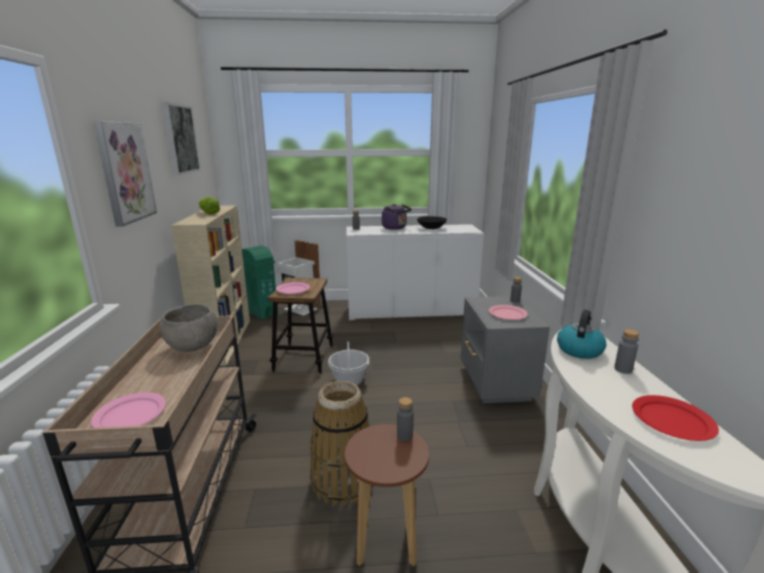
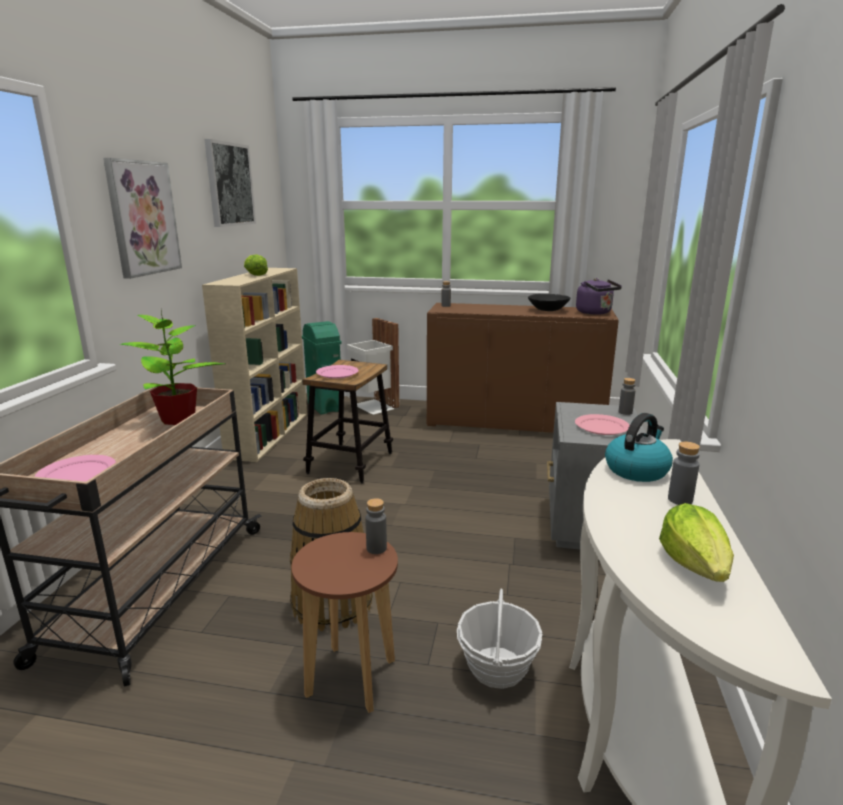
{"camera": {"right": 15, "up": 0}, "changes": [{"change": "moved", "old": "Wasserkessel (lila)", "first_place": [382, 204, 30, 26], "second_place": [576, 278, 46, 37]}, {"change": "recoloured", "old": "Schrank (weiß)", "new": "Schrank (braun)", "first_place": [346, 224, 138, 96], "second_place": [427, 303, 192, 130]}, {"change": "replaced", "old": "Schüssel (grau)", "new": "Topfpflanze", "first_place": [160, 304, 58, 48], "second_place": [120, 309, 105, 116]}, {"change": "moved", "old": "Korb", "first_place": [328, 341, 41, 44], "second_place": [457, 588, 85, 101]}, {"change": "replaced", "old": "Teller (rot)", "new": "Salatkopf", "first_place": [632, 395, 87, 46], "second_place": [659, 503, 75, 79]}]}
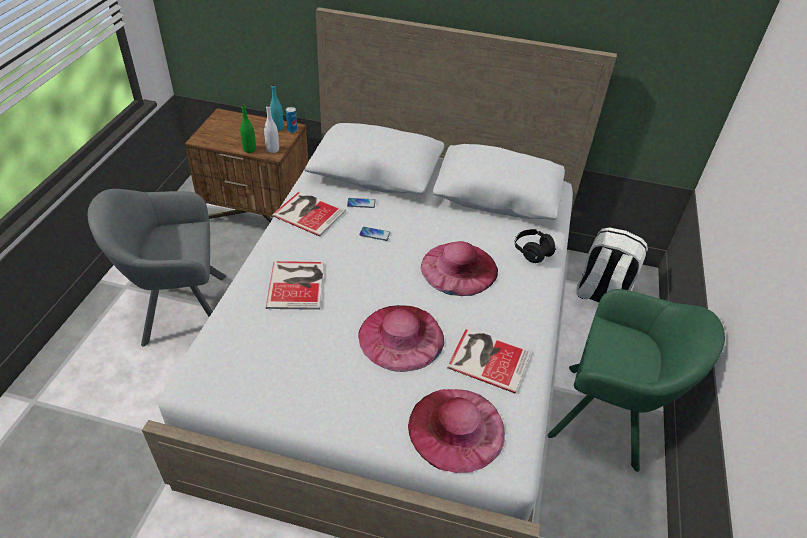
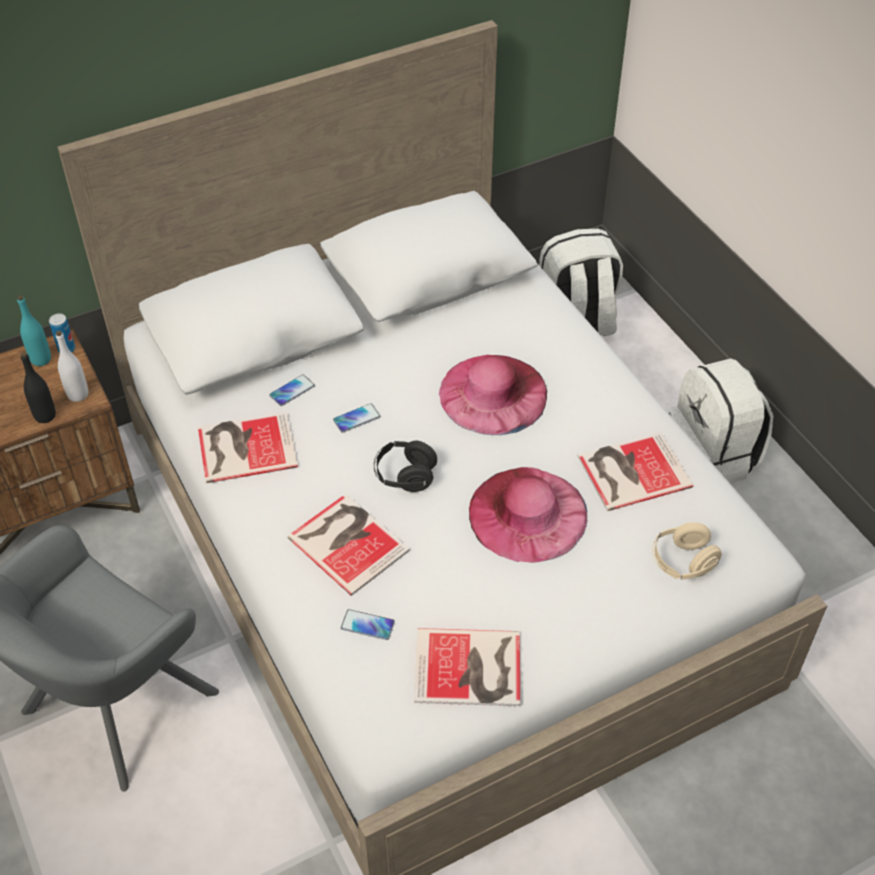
{"camera": {"right": -40, "up": 5}, "changes": [{"change": "recoloured", "old": "Flasche (grün)", "new": "Flasche (schwarz)", "first_place": [240, 104, 16, 49], "second_place": [21, 352, 35, 71]}, {"change": "moved", "old": "Kopfhörer (schwarz)", "first_place": [514, 229, 42, 34], "second_place": [374, 441, 63, 51]}, {"change": "replaced", "old": "Sessel (grün)", "new": "Rucksack (weiß)", "first_place": [548, 289, 177, 183], "second_place": [669, 358, 104, 125]}, {"change": "replaced", "old": "Hut (rosa)", "new": "Kopfhörer (beige)", "first_place": [408, 389, 97, 84], "second_place": [652, 522, 70, 58]}, {"change": "added", "new": "Handy", "second_place": [341, 609, 54, 31]}, {"change": "added", "new": "Buch", "second_place": [414, 628, 106, 78]}]}
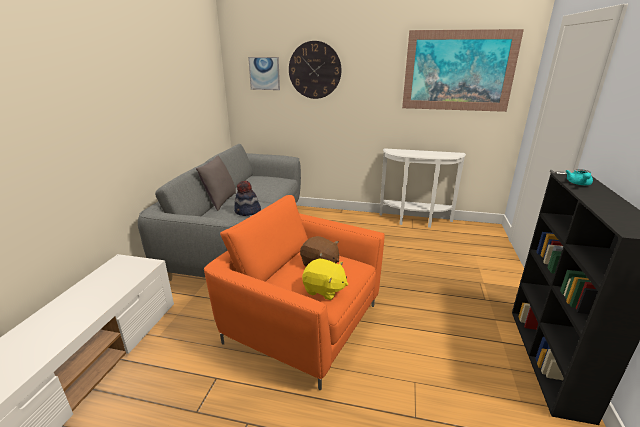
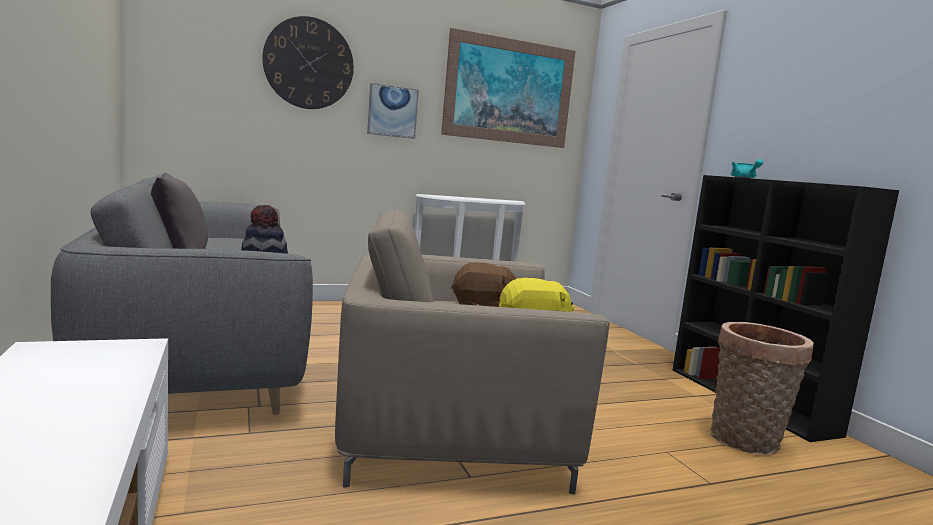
{"camera": {"right": -35, "up": -15}, "changes": [{"change": "moved", "old": "Bild", "first_place": [248, 57, 32, 33], "second_place": [367, 83, 52, 56]}, {"change": "recoloured", "old": "Sessel (orange)", "new": "Sessel (beige)", "first_place": [204, 195, 181, 195], "second_place": [335, 210, 275, 285]}, {"change": "added", "new": "Korb", "second_place": [711, 322, 103, 133]}]}
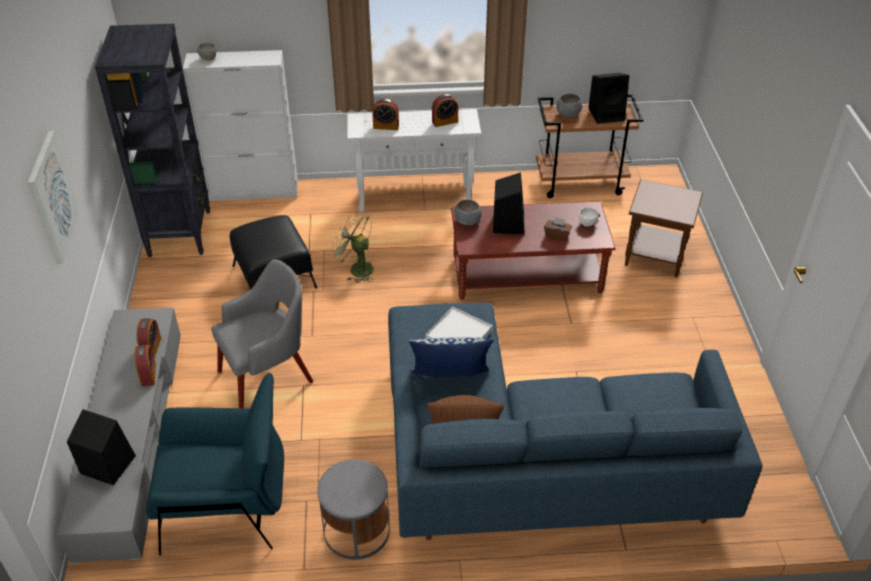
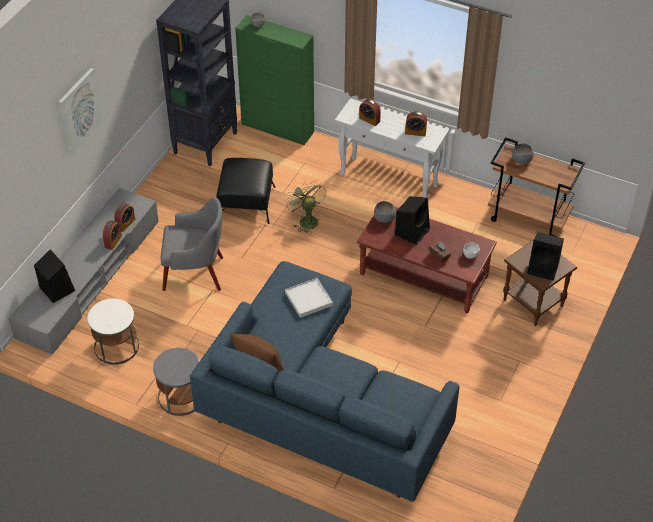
{"camera": {"right": 30, "up": 5}, "changes": [{"change": "recoloured", "old": "Schrank (weiß)", "new": "Schrank (grün)", "first_place": [183, 50, 115, 151], "second_place": [235, 15, 79, 130]}, {"change": "moved", "old": "Lautsprecher (schwarz)", "first_place": [588, 73, 41, 51], "second_place": [527, 232, 37, 49]}, {"change": "removed", "old": "Kissen", "first_place": [409, 337, 85, 40]}, {"change": "replaced", "old": "Sessel (blau)", "new": "Beistelltisch (weiß)", "first_place": [146, 373, 138, 183], "second_place": [88, 298, 51, 67]}]}
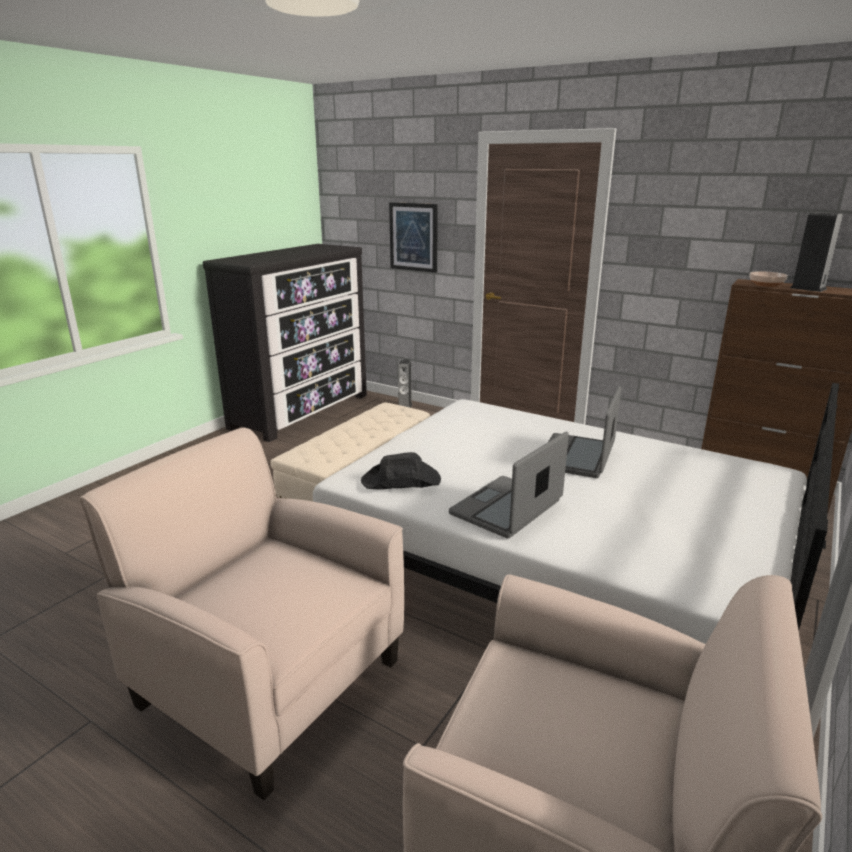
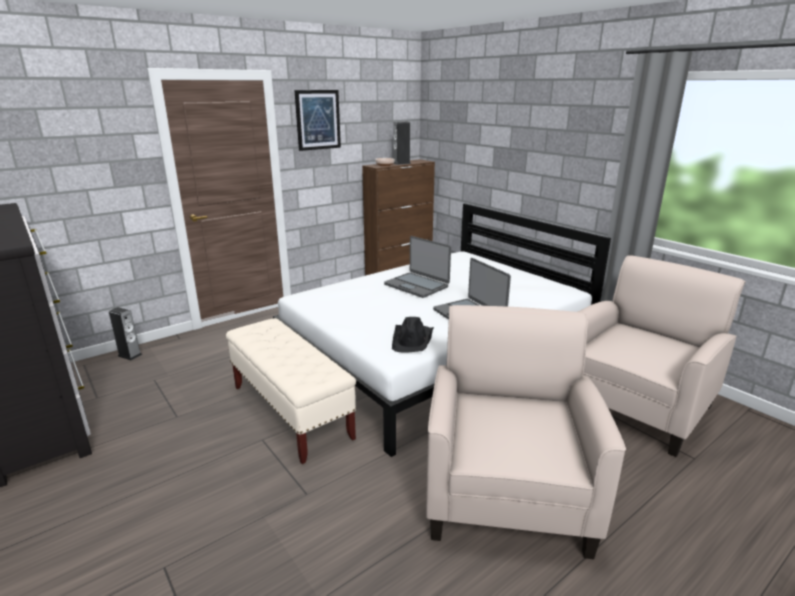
{"camera": {"right": -70, "up": 0}, "changes": [{"change": "moved", "old": "Bild", "first_place": [389, 202, 49, 71], "second_place": [294, 90, 47, 61]}, {"change": "turned", "old": "Sessel (beige)", "first_place": [79, 428, 325, 372], "second_place": [426, 305, 200, 254], "degrees": 135}]}
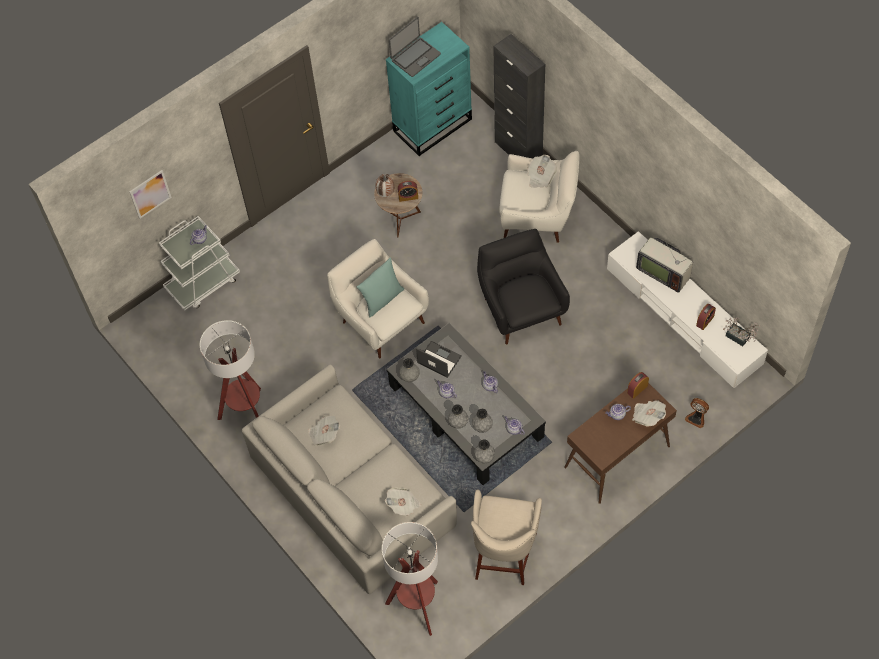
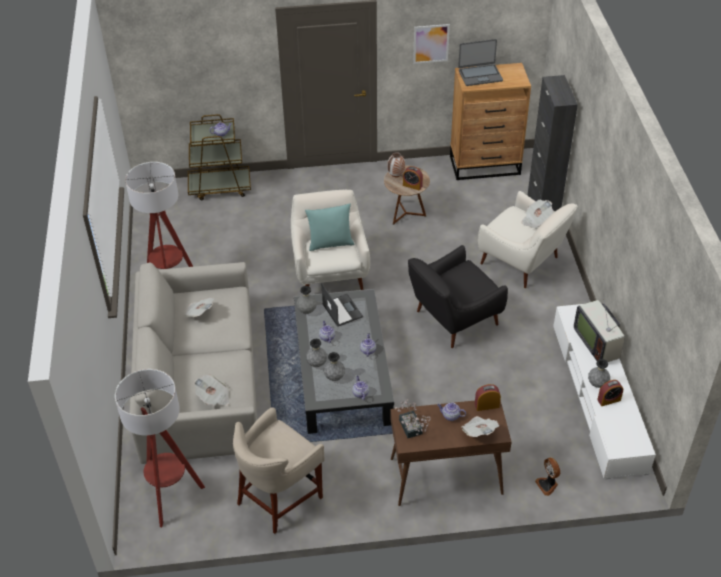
{"camera": {"right": 30, "up": -15}, "changes": [{"change": "recoloured", "old": "Kommode (türkis)", "new": "Kommode (braun)", "first_place": [386, 22, 86, 134], "second_place": [450, 63, 81, 117]}, {"change": "moved", "old": "Bild", "first_place": [130, 170, 42, 49], "second_place": [413, 24, 37, 40]}, {"change": "recoloured", "old": "Rollwagen (weiß)", "new": "Rollwagen (braun)", "first_place": [159, 216, 81, 95], "second_place": [188, 114, 63, 86]}, {"change": "turned", "old": "Sessel (schwarz)", "first_place": [477, 229, 93, 115], "second_place": [408, 245, 100, 103], "degrees": -135}, {"change": "moved", "old": "Topfpflanze", "first_place": [723, 318, 37, 28], "second_place": [395, 399, 36, 39]}, {"change": "moved", "old": "Vase (grau)", "first_place": [474, 439, 21, 24], "second_place": [588, 359, 22, 29]}]}
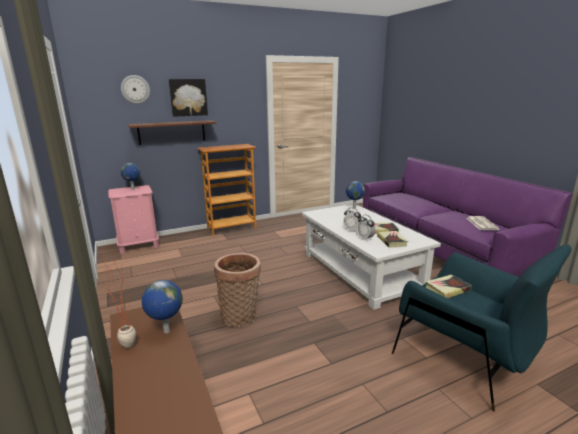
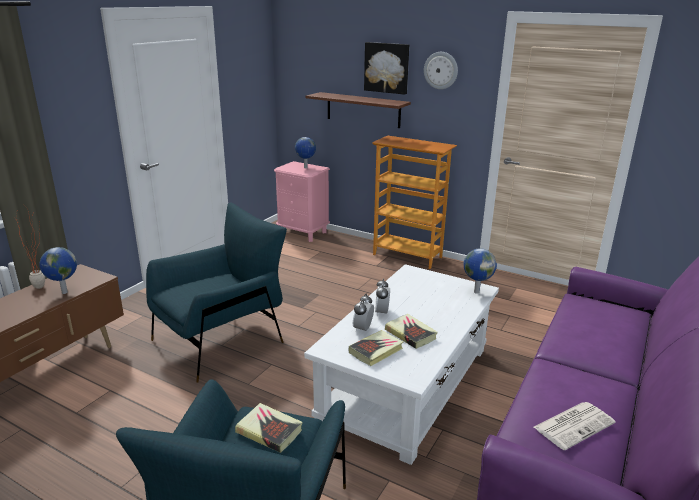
{"camera": {"right": 55, "up": 5}, "changes": [{"change": "moved", "old": "Wanduhr", "first_place": [121, 75, 29, 29], "second_place": [424, 52, 34, 37]}, {"change": "replaced", "old": "Korb", "new": "Sessel (blau)", "first_place": [214, 253, 47, 74], "second_place": [146, 202, 141, 181]}]}
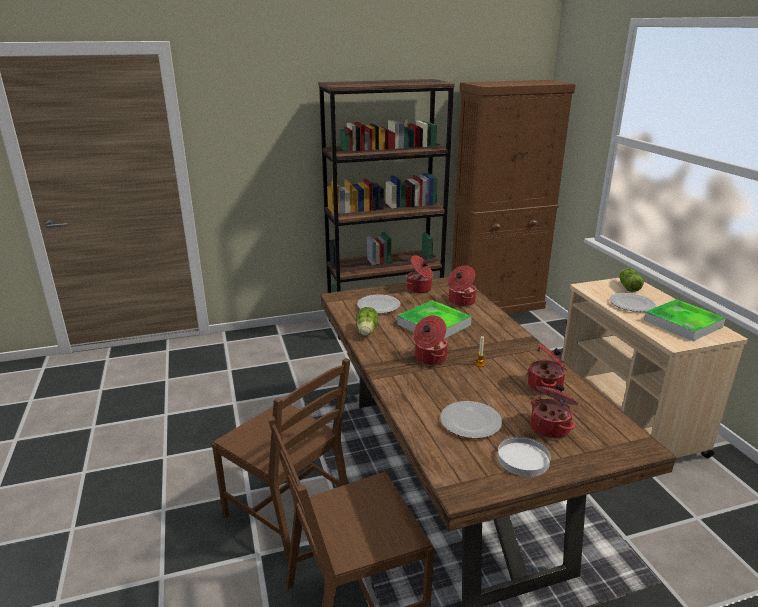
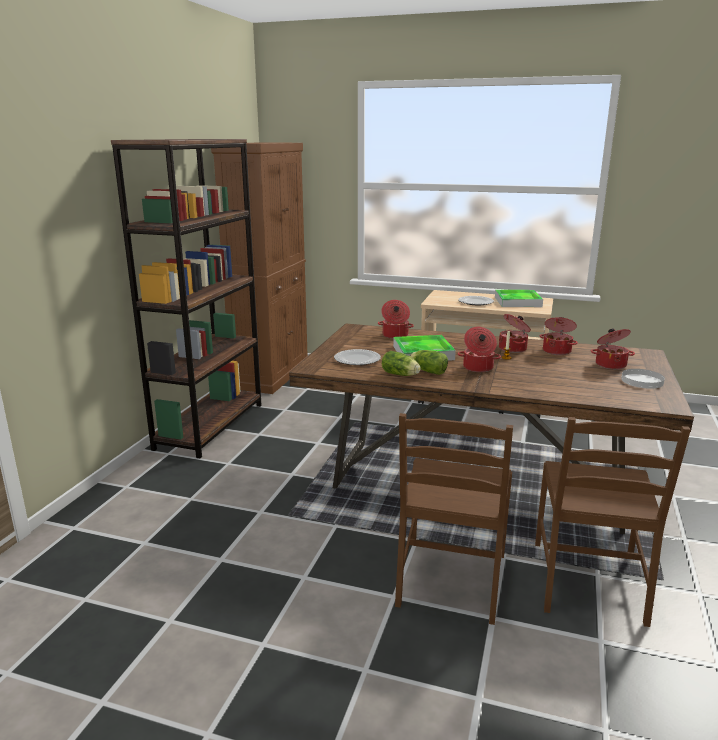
{"camera": {"right": -55, "up": -5}, "changes": [{"change": "moved", "old": "Kochtopf", "first_place": [405, 255, 29, 38], "second_place": [499, 314, 32, 39]}, {"change": "moved", "old": "Salatkopf", "first_place": [619, 269, 25, 23], "second_place": [410, 350, 38, 25]}, {"change": "turned", "old": "Stuhl (braun)", "first_place": [212, 358, 138, 205], "second_place": [395, 413, 118, 212], "degrees": 120}, {"change": "removed", "old": "Teller", "first_place": [440, 401, 62, 37]}]}
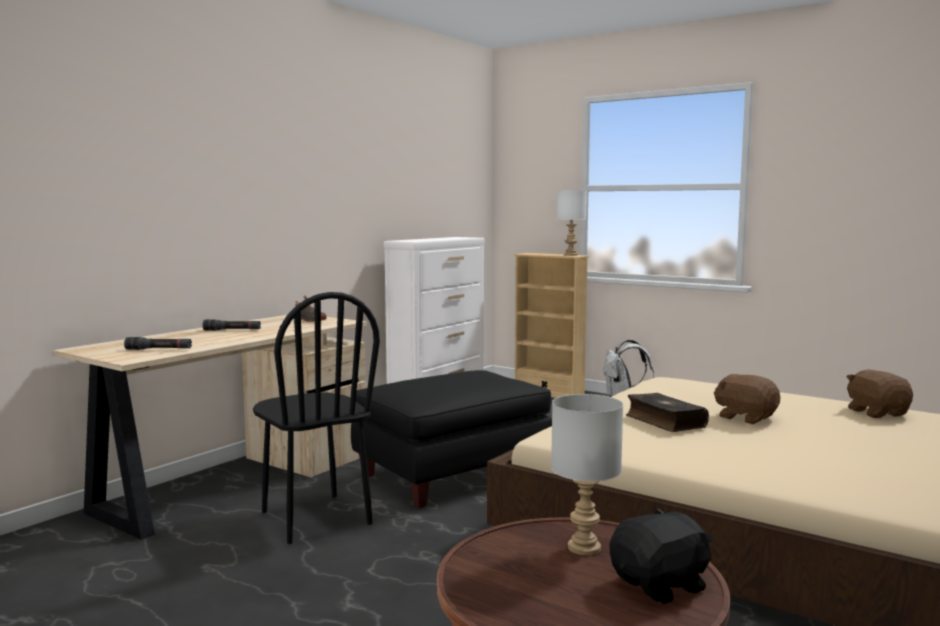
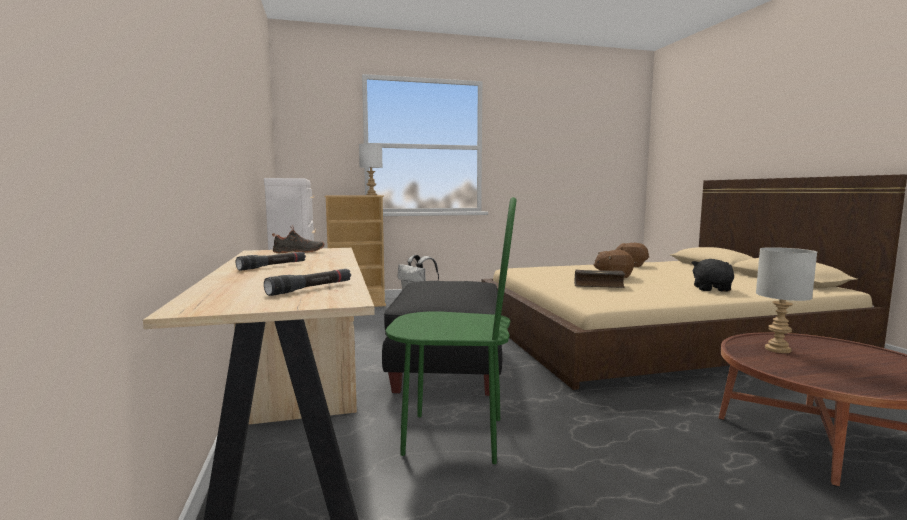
{"camera": {"right": -50, "up": 0}, "changes": [{"change": "recoloured", "old": "Stuhl (schwarz)", "new": "Stuhl (grün)", "first_place": [253, 292, 127, 252], "second_place": [386, 197, 131, 267]}, {"change": "moved", "old": "Plüschtier (schwarz)", "first_place": [610, 508, 104, 96], "second_place": [691, 259, 43, 33]}]}
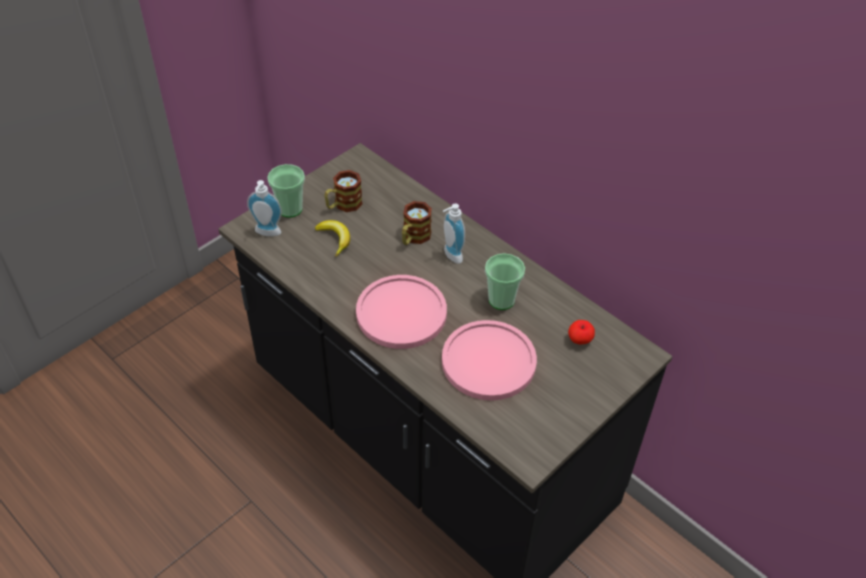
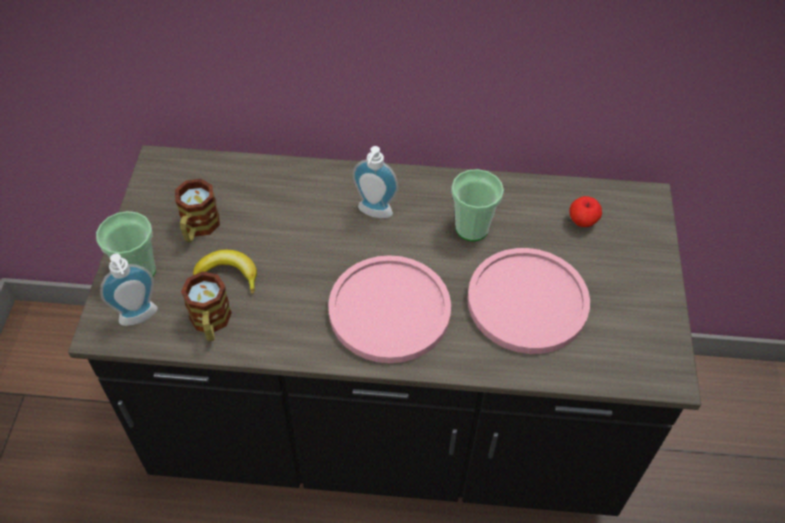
{"camera": {"right": -40, "up": 5}, "changes": [{"change": "moved", "old": "Henkelbecher", "first_place": [402, 201, 30, 44], "second_place": [181, 271, 51, 70]}]}
